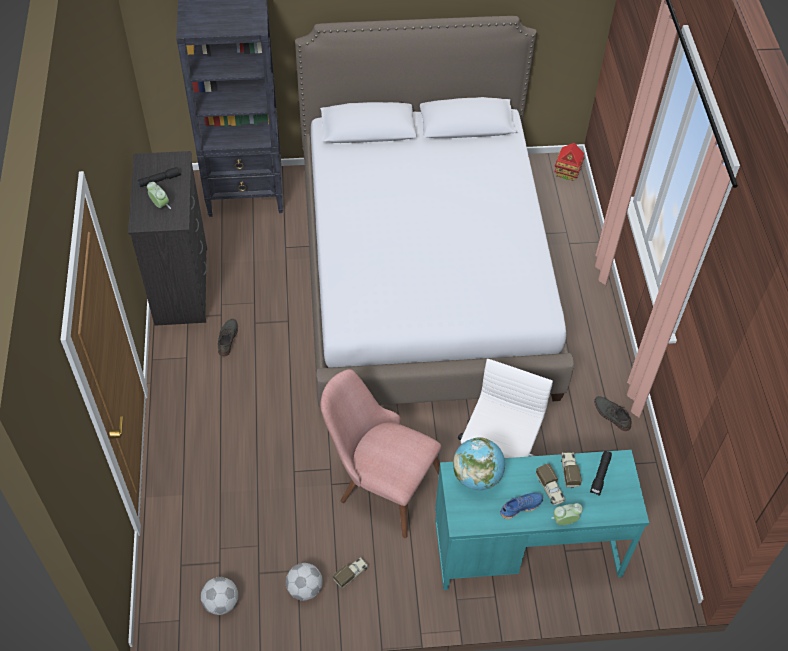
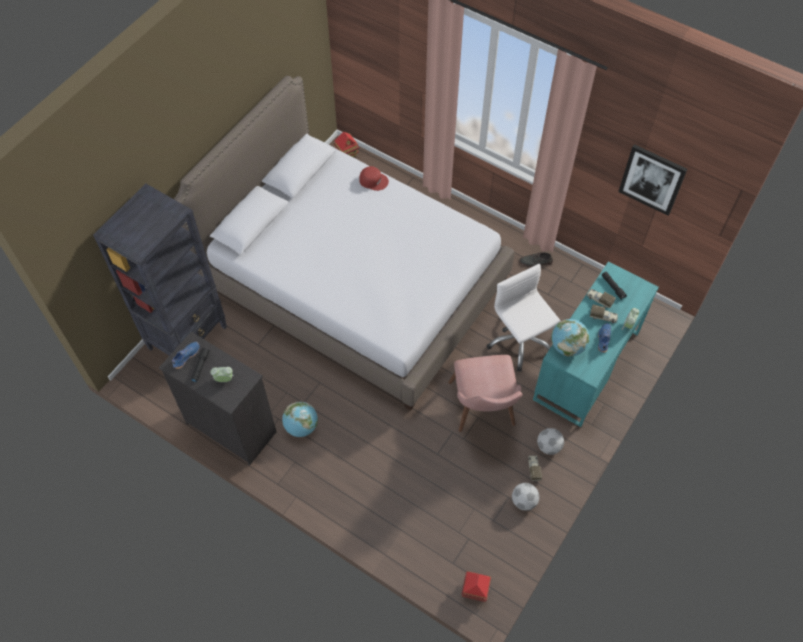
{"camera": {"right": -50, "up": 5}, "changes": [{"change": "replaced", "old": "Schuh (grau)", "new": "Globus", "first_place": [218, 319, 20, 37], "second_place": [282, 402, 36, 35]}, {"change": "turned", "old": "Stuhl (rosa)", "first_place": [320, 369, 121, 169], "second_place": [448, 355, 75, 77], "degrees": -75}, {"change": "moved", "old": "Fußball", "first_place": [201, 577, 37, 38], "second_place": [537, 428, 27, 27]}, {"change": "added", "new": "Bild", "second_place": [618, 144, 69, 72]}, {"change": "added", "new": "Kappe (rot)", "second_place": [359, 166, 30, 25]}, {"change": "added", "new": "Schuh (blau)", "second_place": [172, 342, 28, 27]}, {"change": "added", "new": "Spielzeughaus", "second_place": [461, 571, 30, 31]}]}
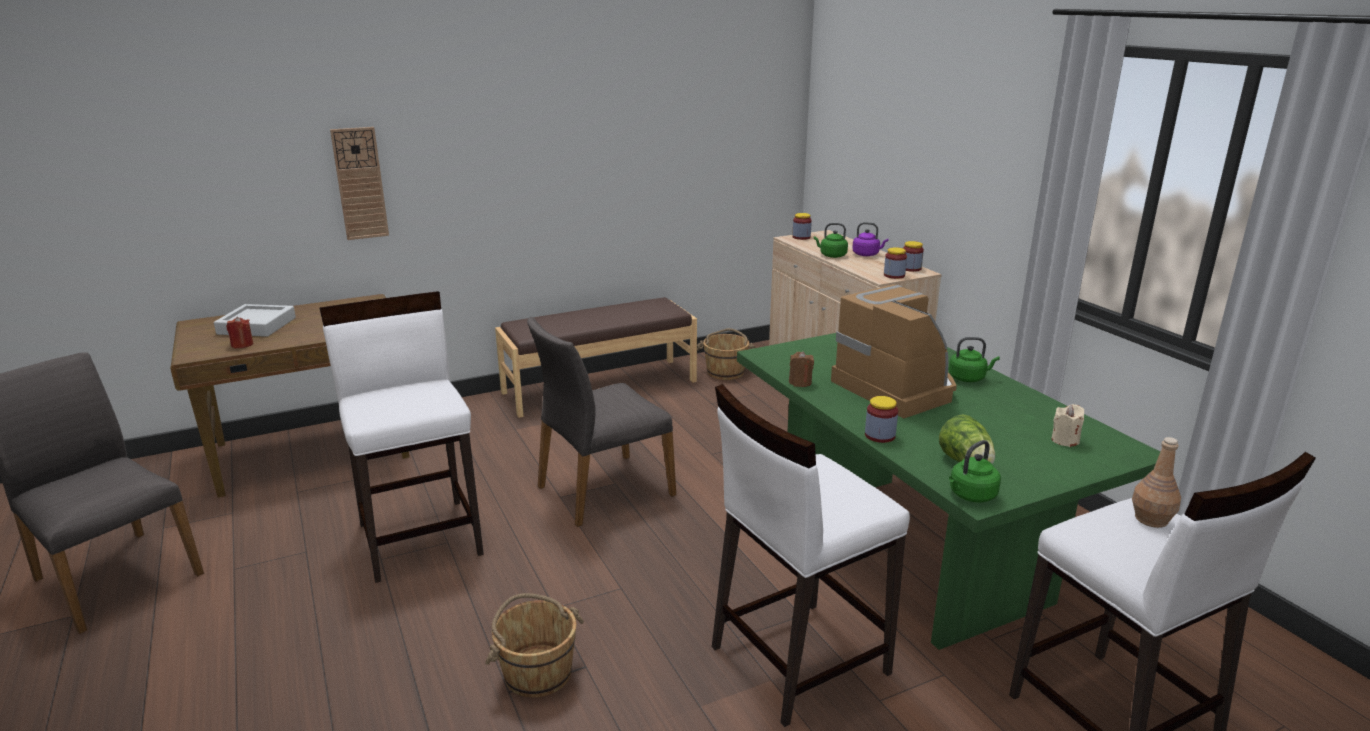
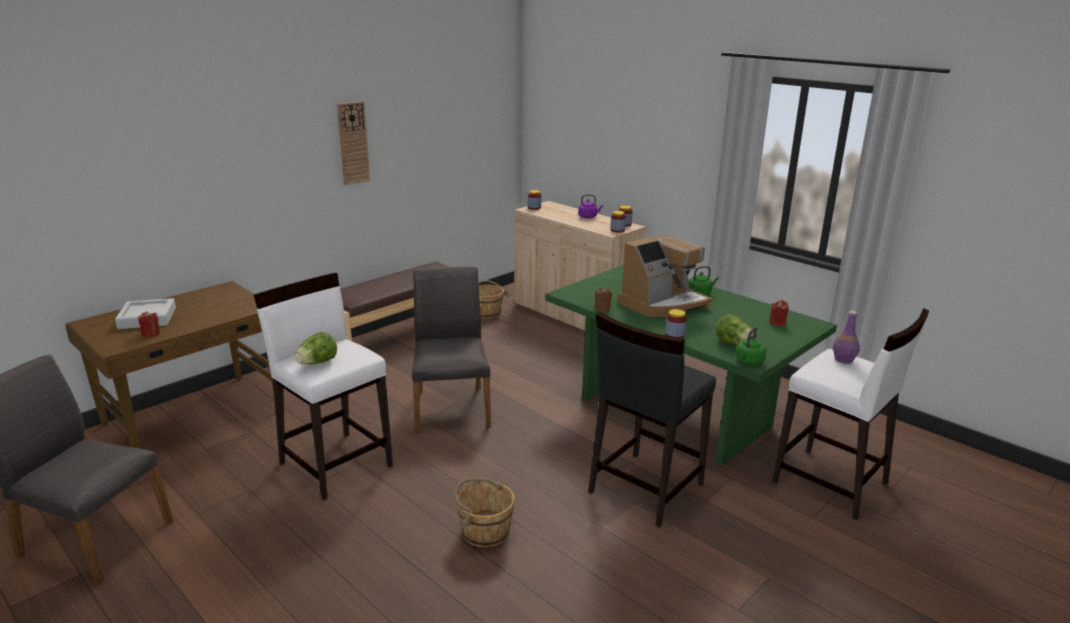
{"camera": {"right": -20, "up": 0}, "changes": [{"change": "moved", "old": "Wanduhr", "first_place": [330, 127, 59, 113], "second_place": [337, 101, 33, 84]}, {"change": "removed", "old": "Wasserkessel (grün)", "first_place": [814, 223, 34, 35]}, {"change": "turned", "old": "Kaffeemaschine", "first_place": [831, 284, 126, 135], "second_place": [617, 235, 96, 82], "degrees": 105}, {"change": "turned", "old": "Stuhl (grau)", "first_place": [527, 316, 149, 211], "second_place": [412, 266, 79, 167], "degrees": 135}, {"change": "recoloured", "old": "Hocker (weiß)", "new": "Hocker (schwarz)", "first_place": [712, 384, 198, 343], "second_place": [588, 312, 128, 215]}, {"change": "recoloured", "old": "Kerze (beige)", "new": "Kerze (rot)", "first_place": [1051, 404, 33, 43], "second_place": [769, 300, 20, 26]}, {"change": "recoloured", "old": "Flasche (braun)", "new": "Flasche (lila)", "first_place": [1132, 437, 49, 91], "second_place": [833, 311, 27, 53]}, {"change": "added", "new": "Salatkopf", "second_place": [294, 332, 43, 33]}]}
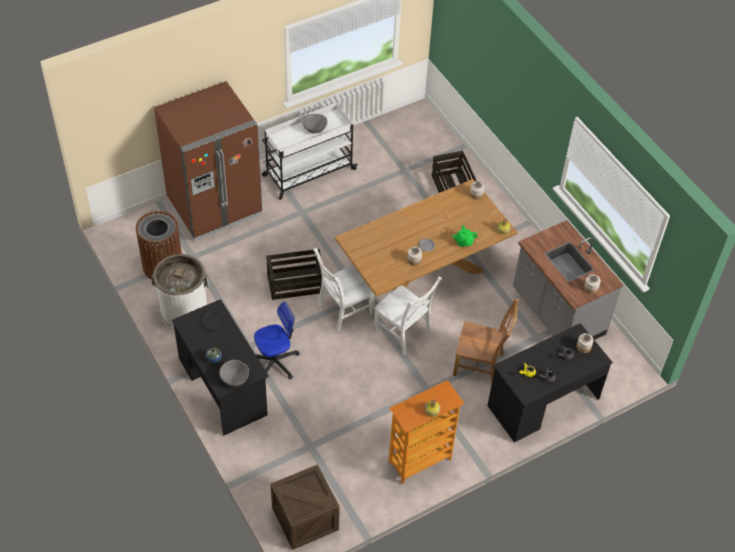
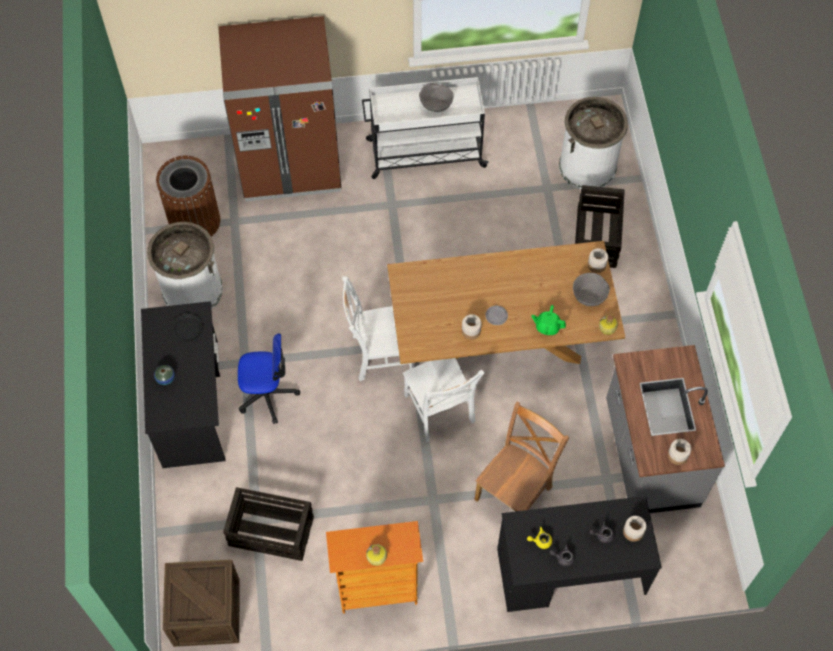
{"camera": {"right": 25, "up": 10}, "changes": [{"change": "moved", "old": "Kiste", "first_place": [266, 249, 56, 51], "second_place": [223, 487, 91, 74]}, {"change": "turned", "old": "Stuhl (braun)", "first_place": [453, 299, 66, 84], "second_place": [474, 401, 95, 110], "degrees": -90}, {"change": "moved", "old": "Schüssel (grau)", "first_place": [219, 360, 30, 26], "second_place": [573, 273, 37, 33]}, {"change": "added", "new": "Mülleimer (weiß)", "second_place": [559, 97, 69, 92]}]}
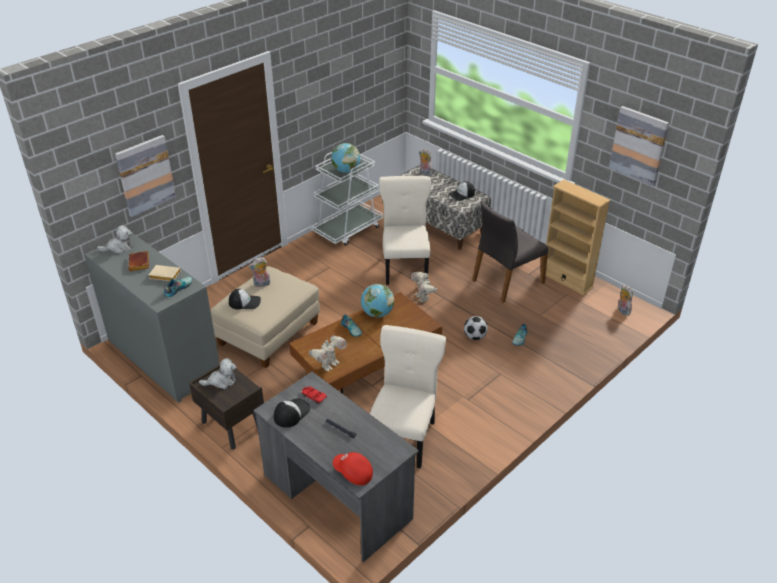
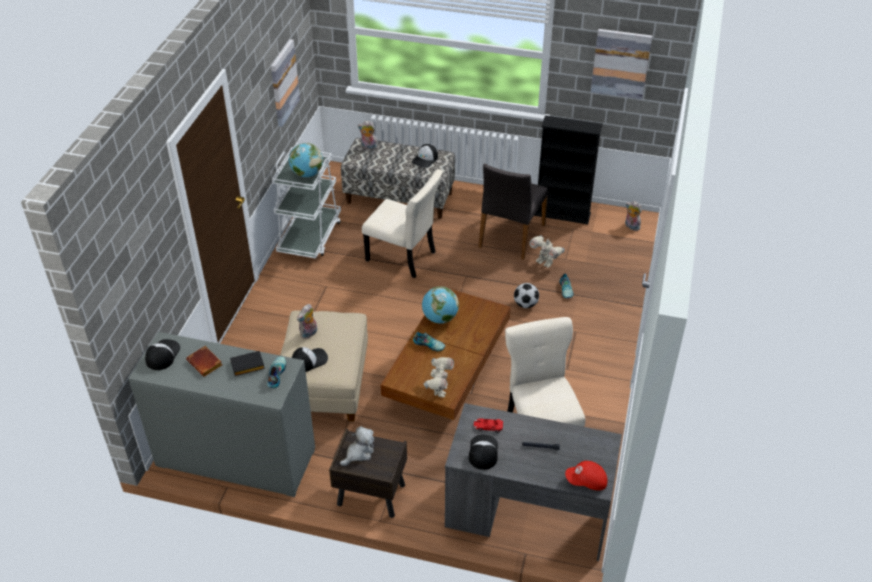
{"camera": {"right": -30, "up": 5}, "changes": [{"change": "moved", "old": "Bild", "first_place": [115, 135, 61, 82], "second_place": [271, 39, 29, 88]}, {"change": "turned", "old": "Stuhl (beige)", "first_place": [379, 176, 52, 109], "second_place": [362, 169, 81, 109], "degrees": 150}, {"change": "recoloured", "old": "Bücherregal (beige)", "new": "Bücherregal (schwarz)", "first_place": [546, 180, 65, 115], "second_place": [534, 115, 69, 109]}, {"change": "replaced", "old": "Plüschtier", "new": "Kappe", "first_place": [97, 225, 36, 29], "second_place": [145, 339, 35, 31]}, {"change": "recoloured", "old": "Buch (beige)", "new": "Buch (schwarz)", "first_place": [149, 265, 32, 16], "second_place": [230, 351, 35, 25]}, {"change": "moved", "old": "Spielzeugroboter", "first_place": [411, 272, 26, 30], "second_place": [529, 235, 36, 33]}]}
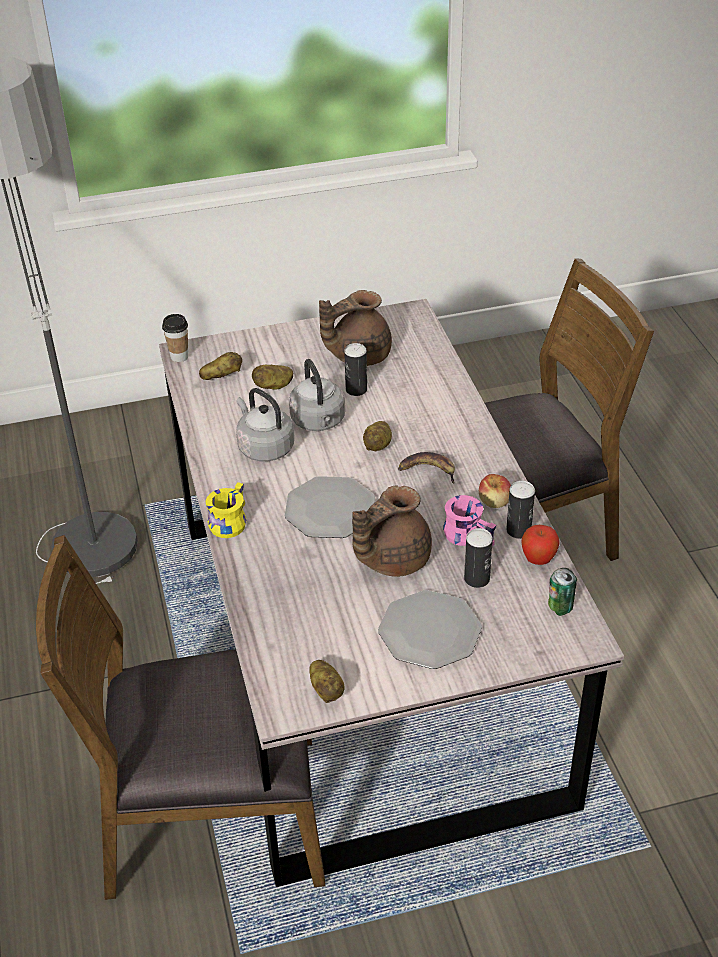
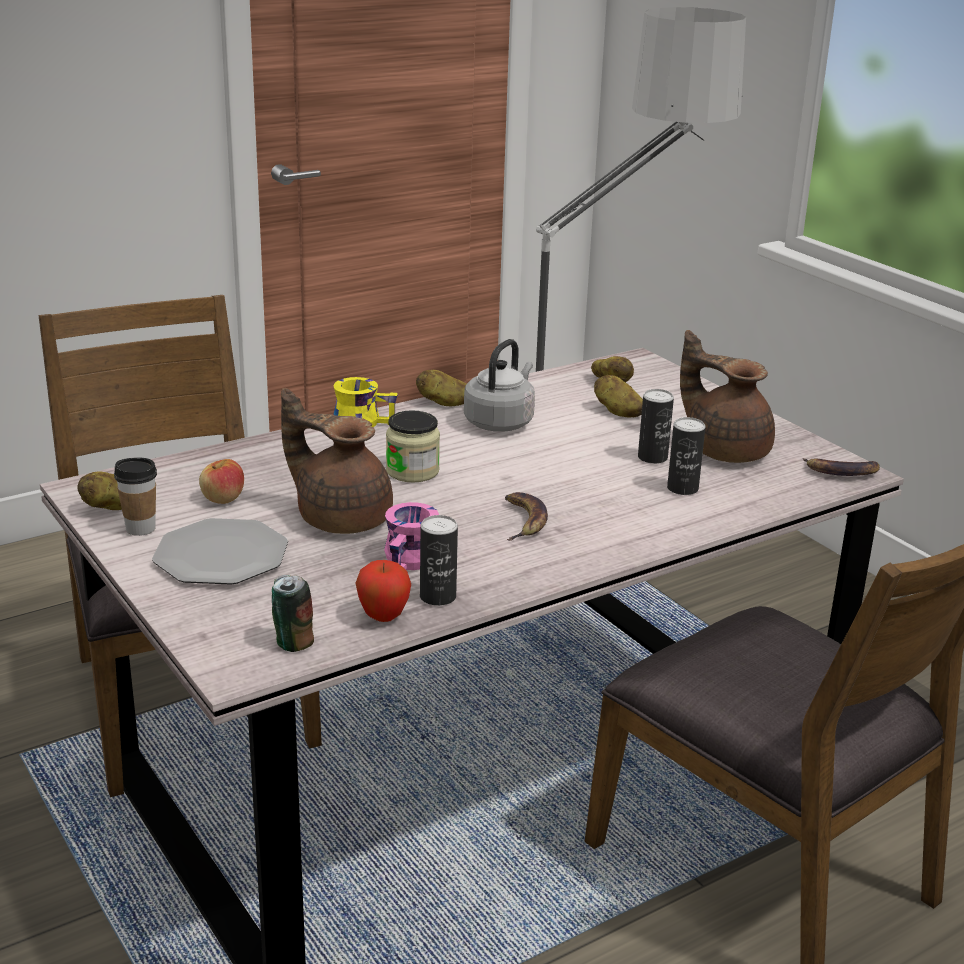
{"camera": {"right": 70, "up": -15}, "changes": [{"change": "moved", "old": "Tasse", "first_place": [162, 314, 26, 48], "second_place": [114, 457, 43, 79]}, {"change": "removed", "old": "Wasserkessel (grau)", "first_place": [289, 359, 56, 72]}, {"change": "moved", "old": "Kartoffel", "first_place": [363, 421, 29, 31], "second_place": [416, 370, 50, 36]}, {"change": "moved", "old": "Apfel", "first_place": [479, 474, 32, 34], "second_place": [199, 459, 45, 45]}, {"change": "replaced", "old": "Teller", "new": "Vorratsglas", "first_place": [284, 476, 91, 62], "second_place": [386, 410, 54, 73]}, {"change": "moved", "old": "Dose", "first_place": [464, 528, 29, 60], "second_place": [667, 417, 39, 78]}, {"change": "added", "new": "Banane", "second_place": [803, 458, 77, 18]}]}
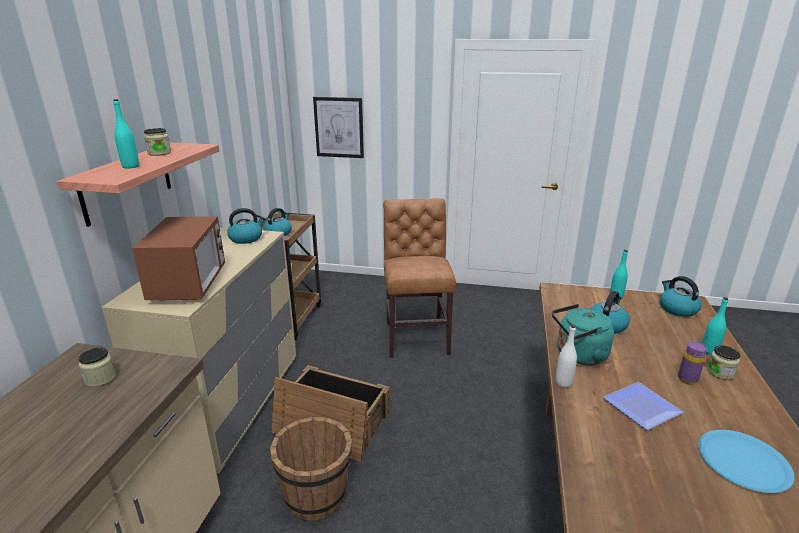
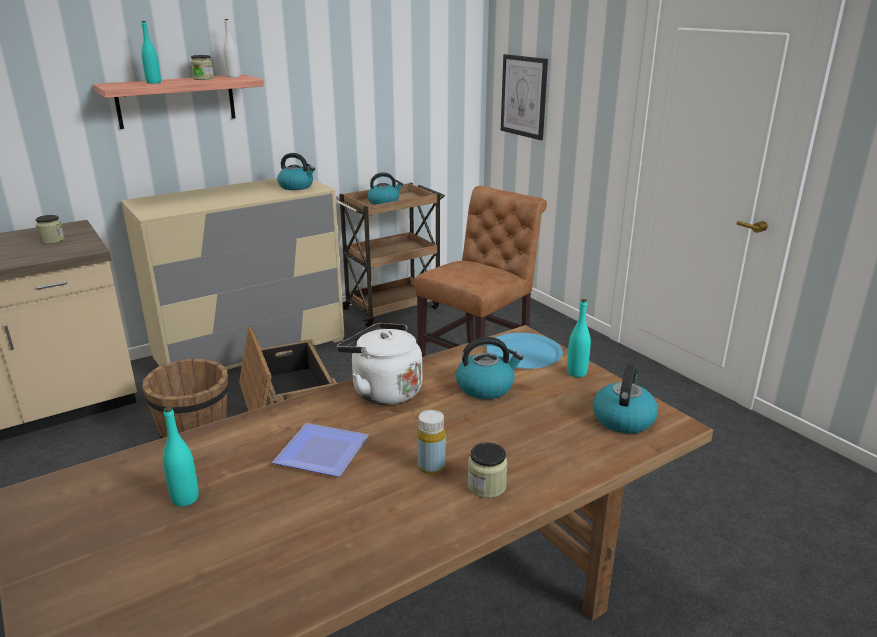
{"camera": {"right": 45, "up": 0}, "changes": [{"change": "removed", "old": "Mikrowelle", "first_place": [132, 216, 93, 84]}, {"change": "moved", "old": "Flasche (türkis)", "first_place": [702, 297, 26, 58], "second_place": [163, 407, 36, 100]}, {"change": "recoloured", "old": "Wasserkessel (türkis)", "new": "Wasserkessel (weiß)", "first_place": [552, 304, 62, 61], "second_place": [337, 323, 85, 82]}, {"change": "moved", "old": "Flasche (weiß)", "first_place": [555, 325, 22, 62], "second_place": [223, 19, 17, 59]}, {"change": "recoloured", "old": "Flasche (lila)", "new": "Flasche (gelb)", "first_place": [678, 342, 29, 43], "second_place": [417, 410, 29, 65]}, {"change": "moved", "old": "Teller (blau)", "first_place": [698, 430, 96, 63], "second_place": [486, 333, 77, 36]}]}
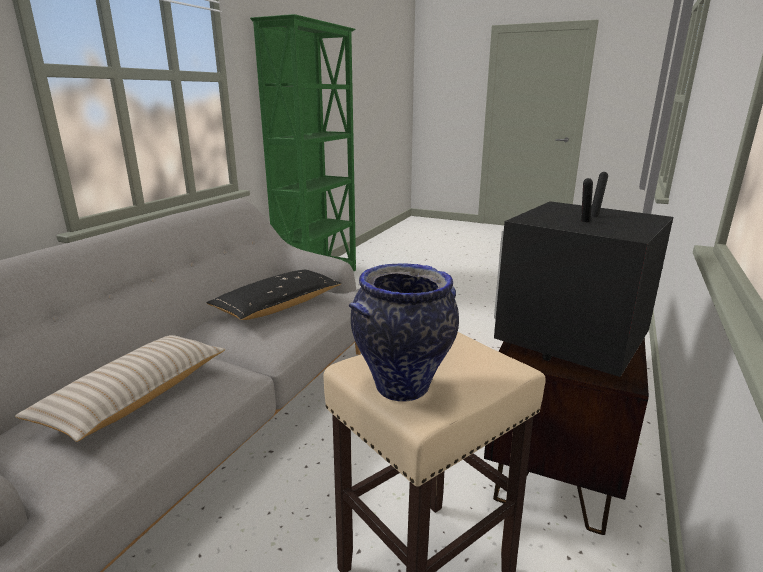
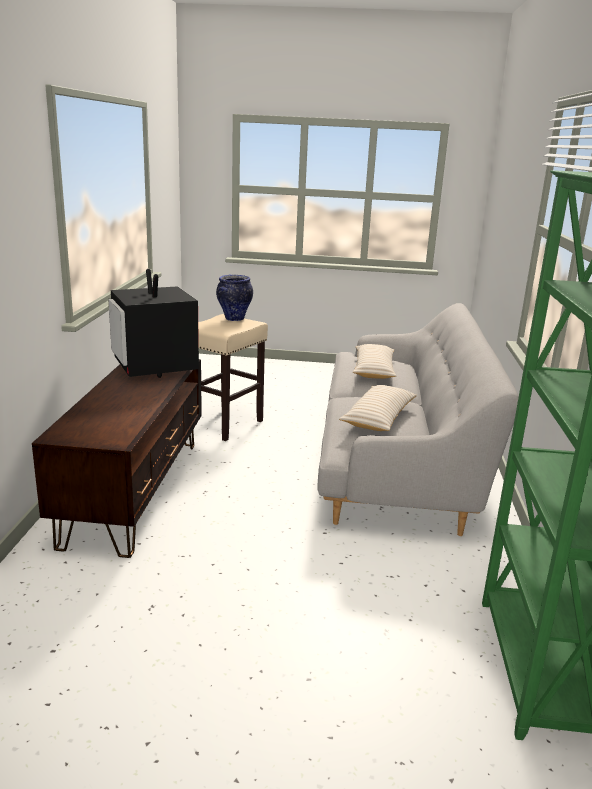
{"camera": {"right": 160, "up": 0}, "changes": [{"change": "turned", "old": "Fernseher", "first_place": [494, 172, 179, 205], "second_place": [108, 269, 91, 109], "degrees": 135}, {"change": "recoloured", "old": "Kissen (schwarz)", "new": "Kissen (beige)", "first_place": [207, 270, 135, 50], "second_place": [339, 385, 78, 46]}]}
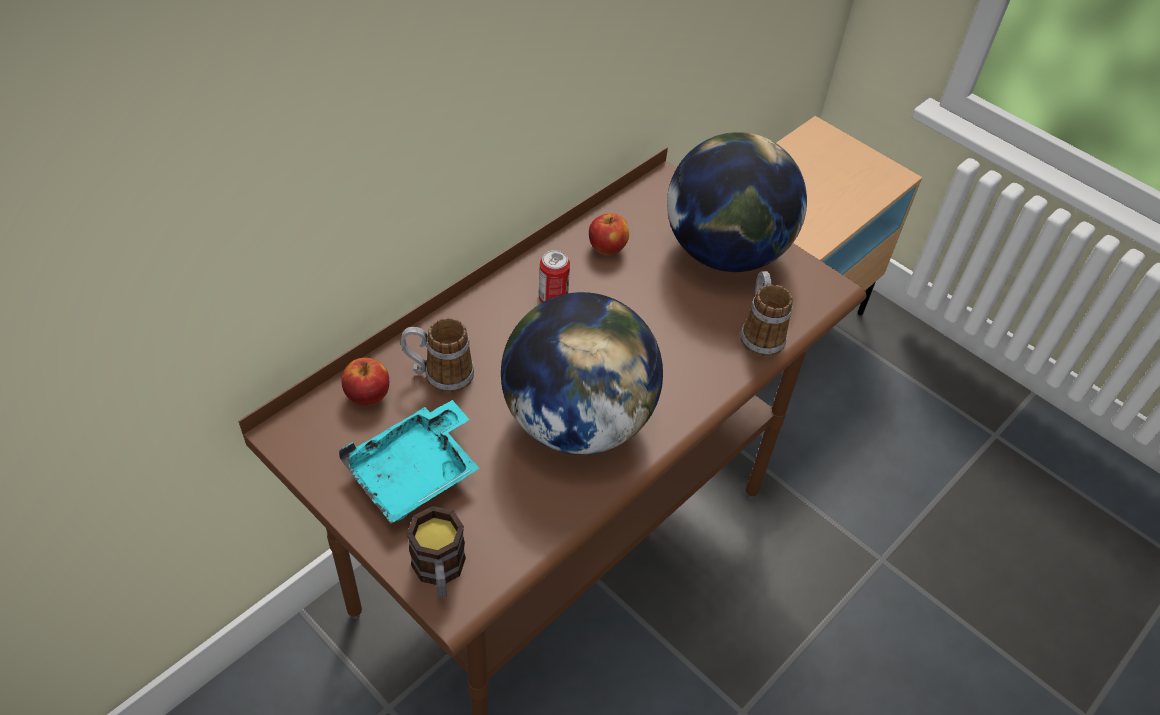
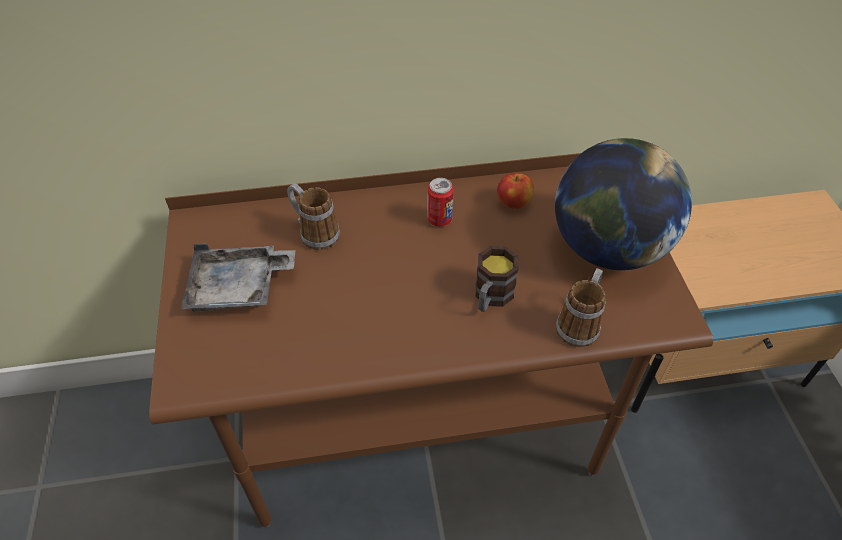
{"camera": {"right": 40, "up": 0}, "changes": [{"change": "removed", "old": "Globus", "first_place": [501, 292, 162, 163]}, {"change": "removed", "old": "Apfel", "first_place": [341, 358, 48, 48]}, {"change": "recoloured", "old": "Tablett (türkis)", "new": "Tablett (grau)", "first_place": [339, 400, 141, 124], "second_place": [181, 243, 114, 69]}, {"change": "moved", "old": "Henkelbecher", "first_place": [407, 506, 59, 92], "second_place": [475, 246, 44, 66]}]}
